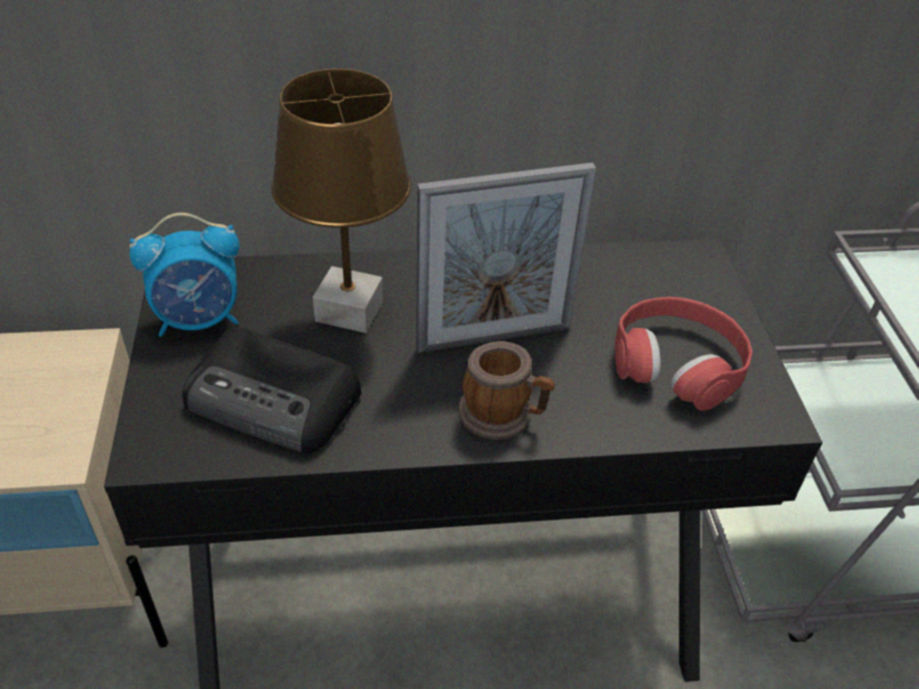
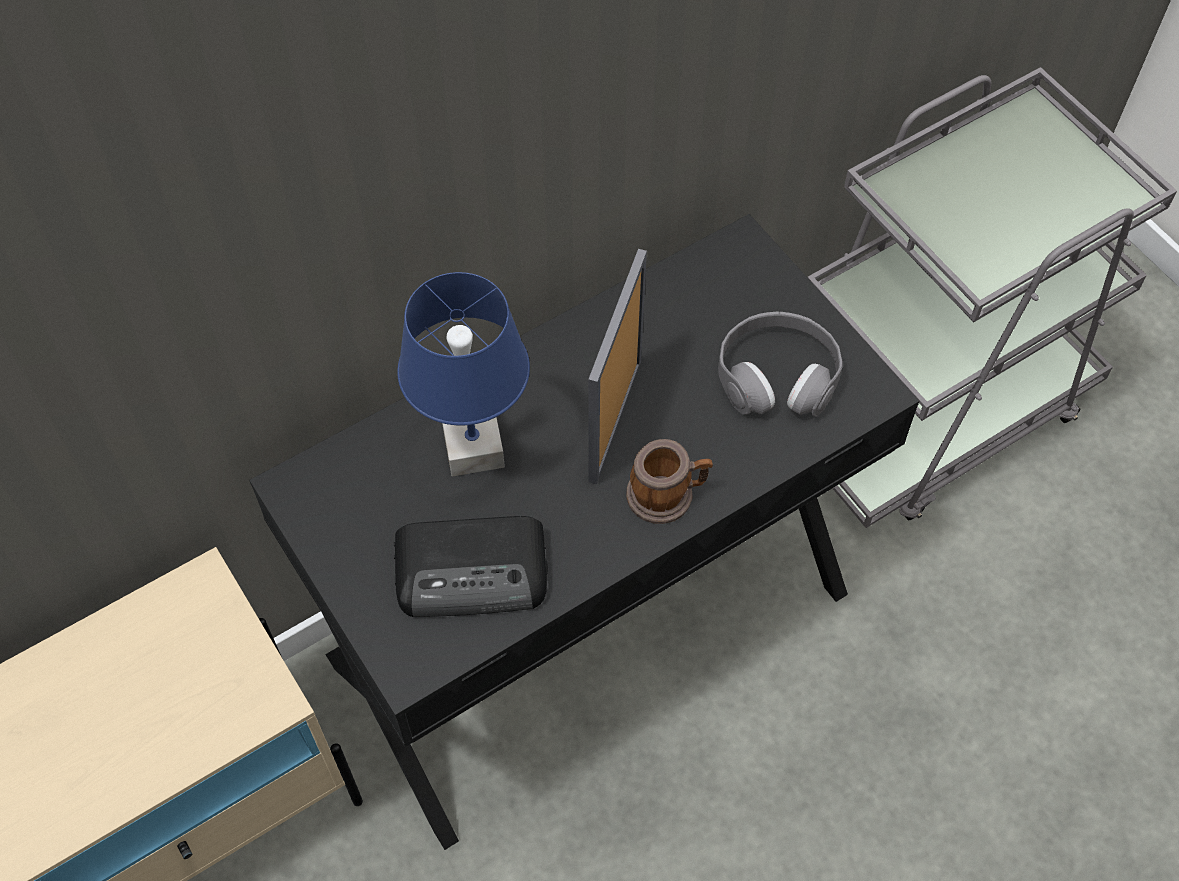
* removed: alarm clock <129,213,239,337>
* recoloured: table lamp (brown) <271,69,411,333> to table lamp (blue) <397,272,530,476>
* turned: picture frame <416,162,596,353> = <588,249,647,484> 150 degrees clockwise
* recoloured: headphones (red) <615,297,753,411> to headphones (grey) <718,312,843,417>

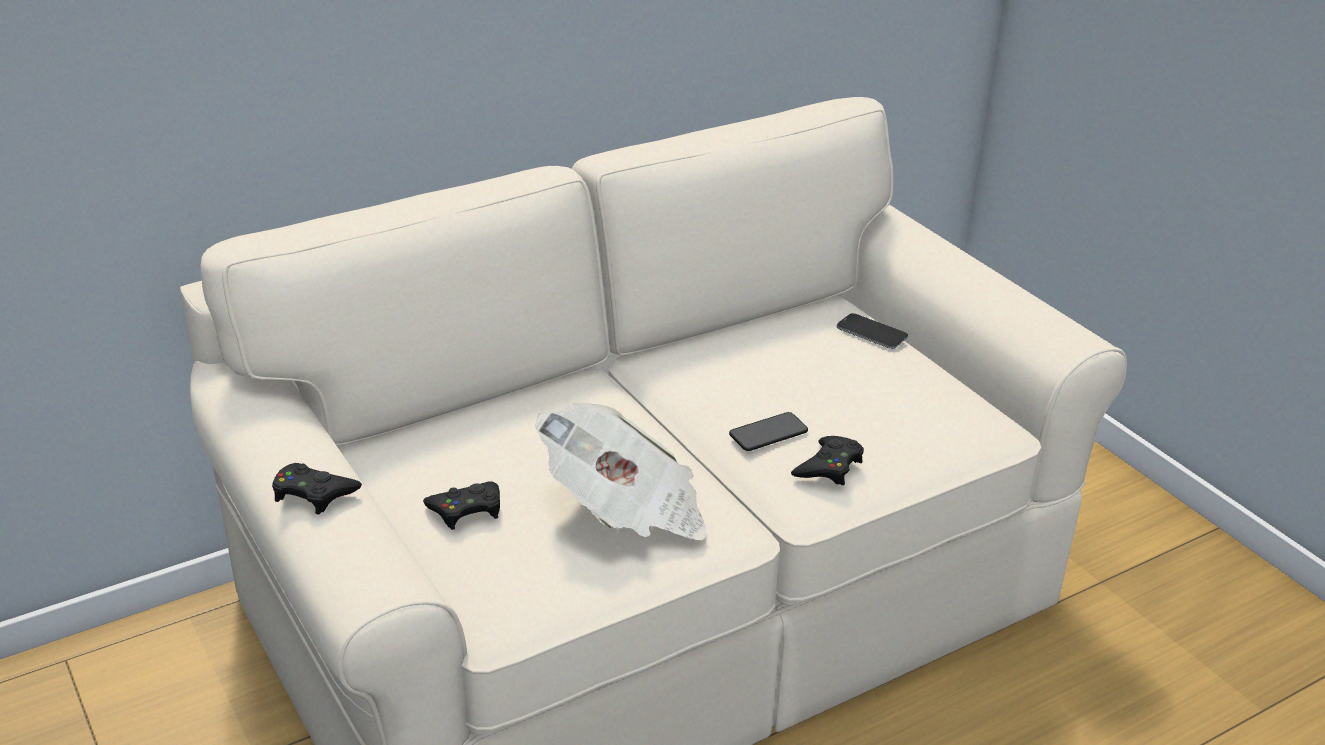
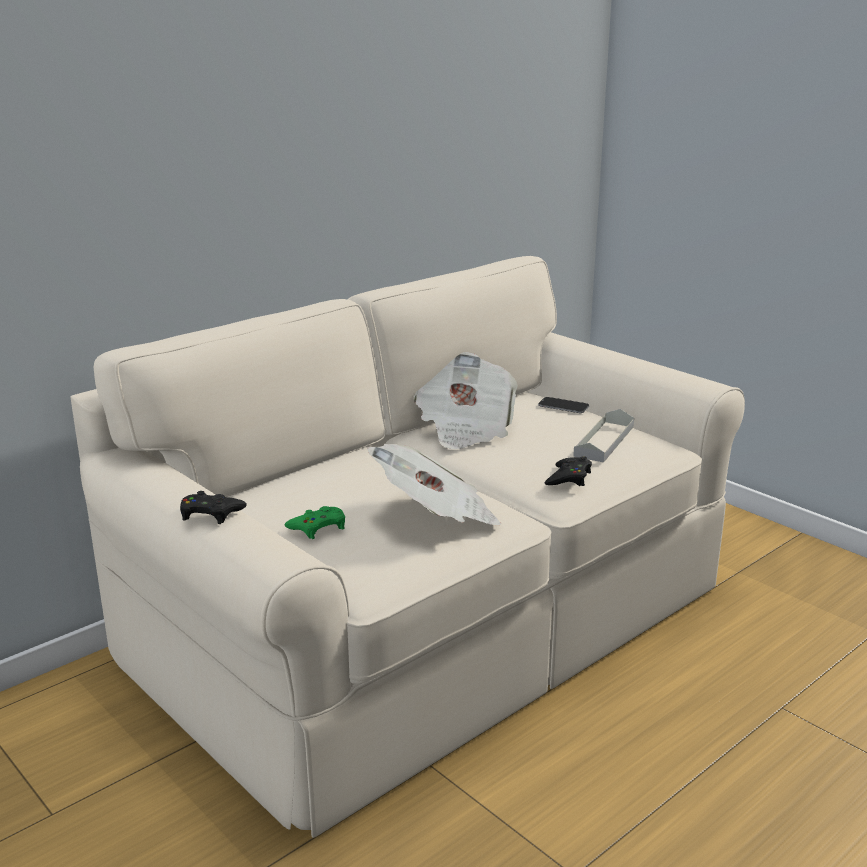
* recoloured: game controller (black) <423,481,500,530> to game controller (green) <284,506,345,539>
* removed: phone <729,412,808,451>
* added: newspaper <414,352,518,449>
* added: tray (grey) <573,409,634,462>

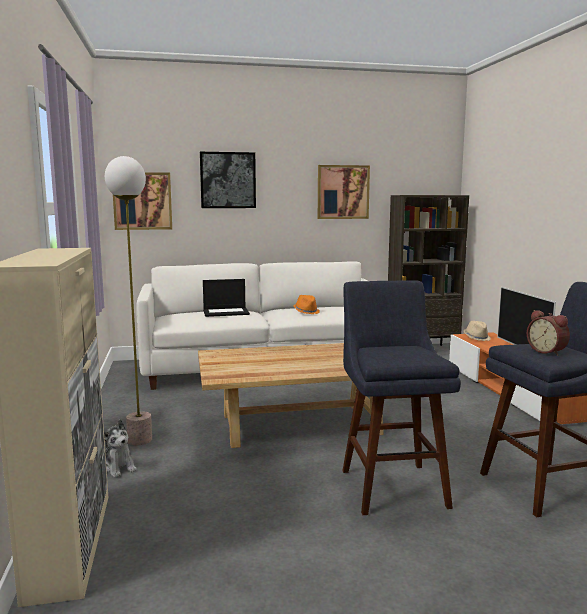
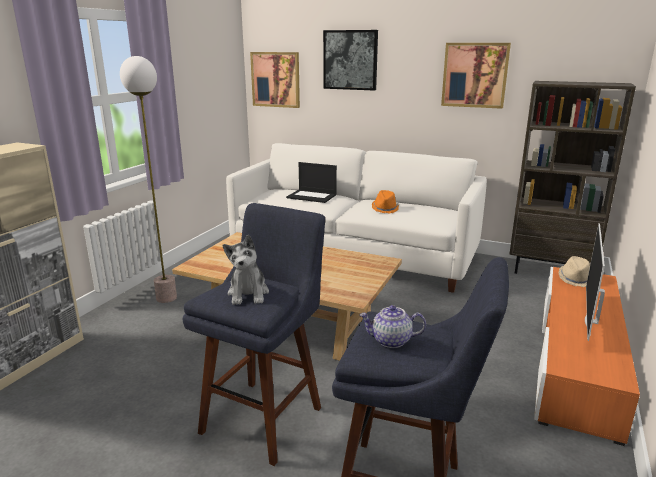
* moved: plush toy <104,419,137,478> to <223,235,269,305>
* replaced: alarm clock <527,310,570,356> to teapot <359,305,426,348>

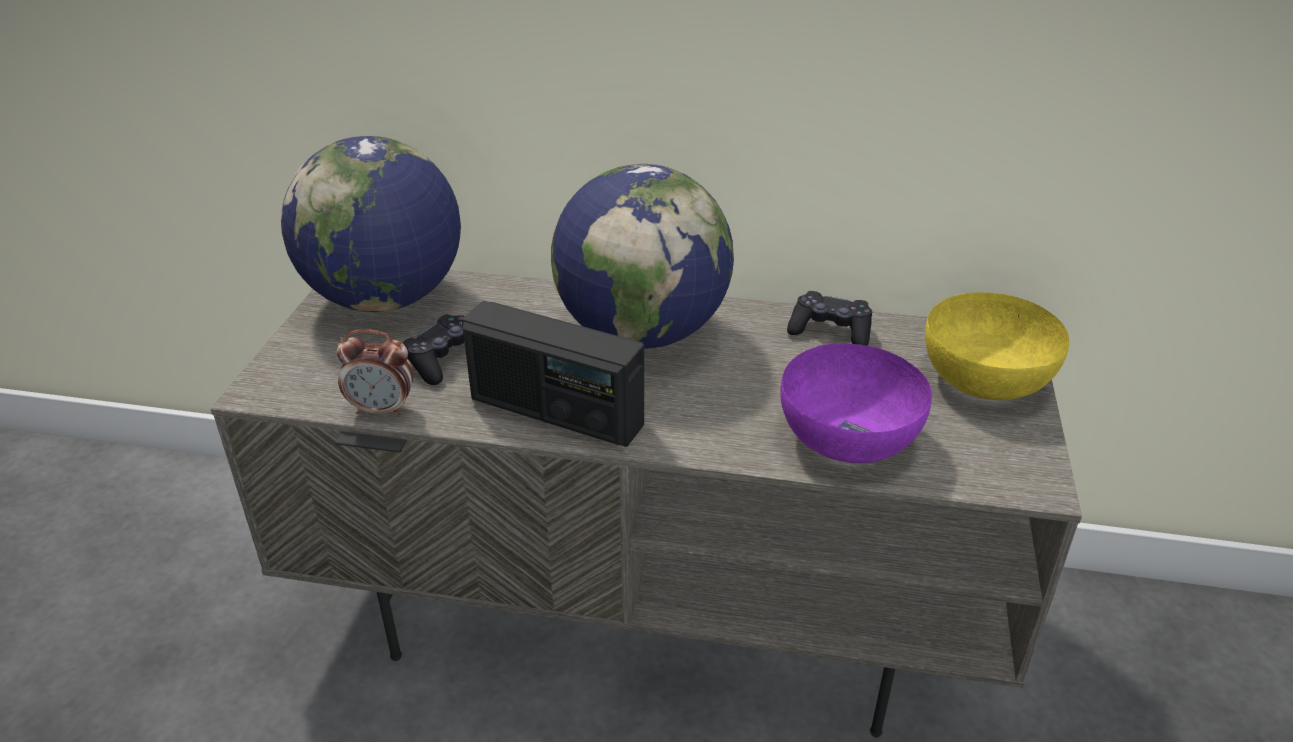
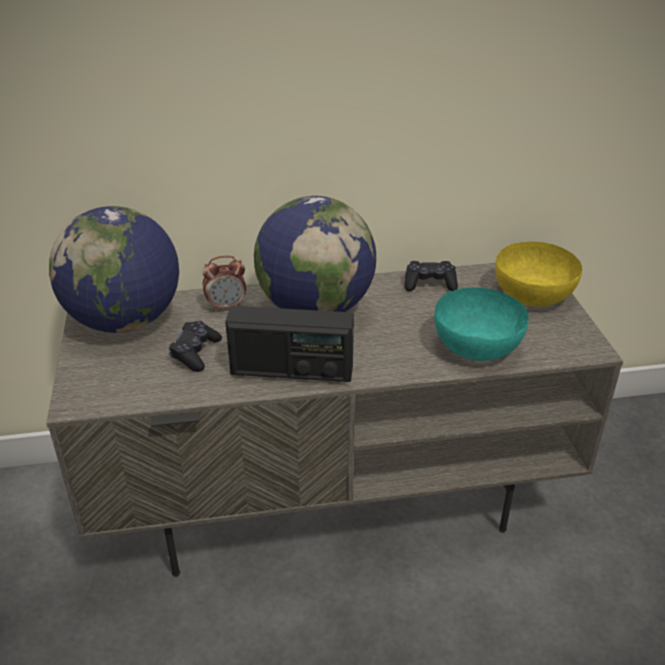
* moved: alarm clock <337,329,413,417> to <202,256,246,312>
* recoloured: bowl (purple) <780,343,932,463> to bowl (turquoise) <434,288,529,361>

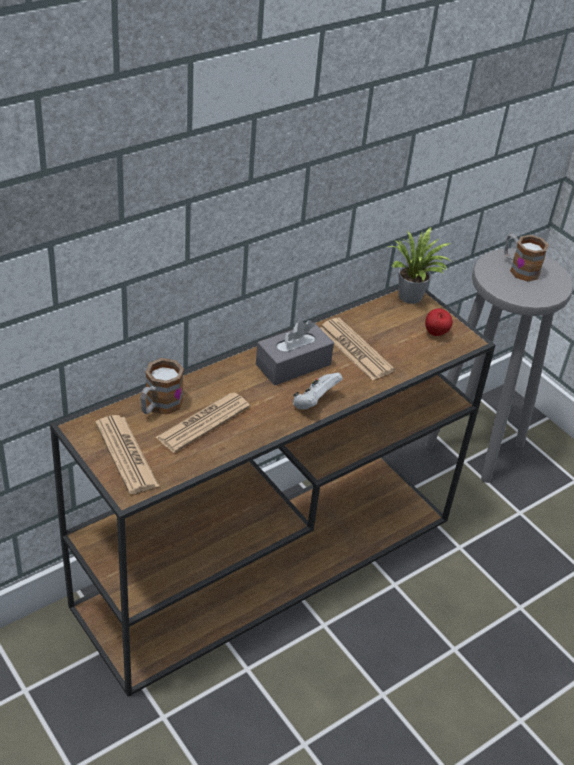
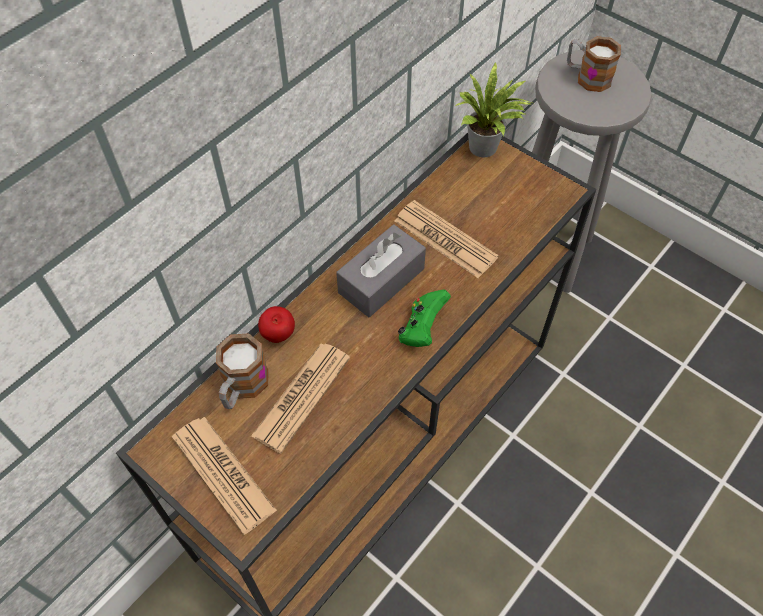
* recoloured: game controller (white) <293,373,343,410> to game controller (green) <398,290,451,347>
* moved: apple <425,308,453,336> to <258,306,295,343>

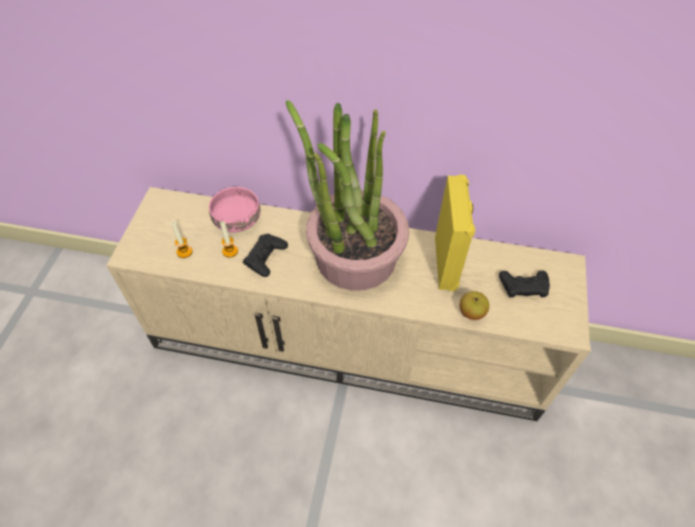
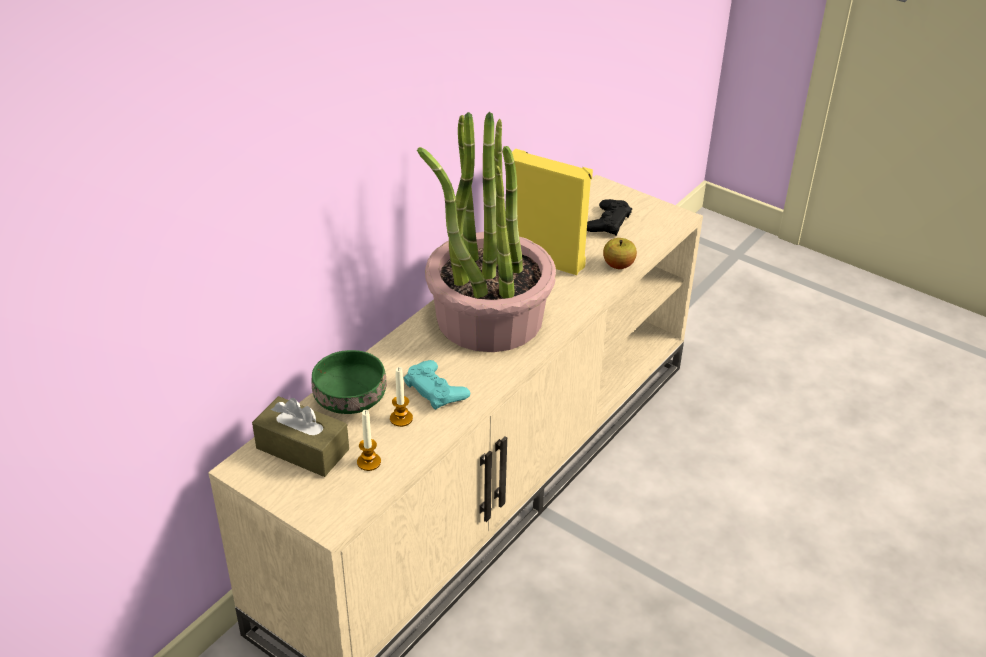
* recoloured: bowl (pink) <209,187,261,233> to bowl (green) <312,350,387,414>
* recoloured: game controller (black) <243,234,288,277> to game controller (turquoise) <404,360,470,410>
* added: tissue box (brown) <252,396,349,477>

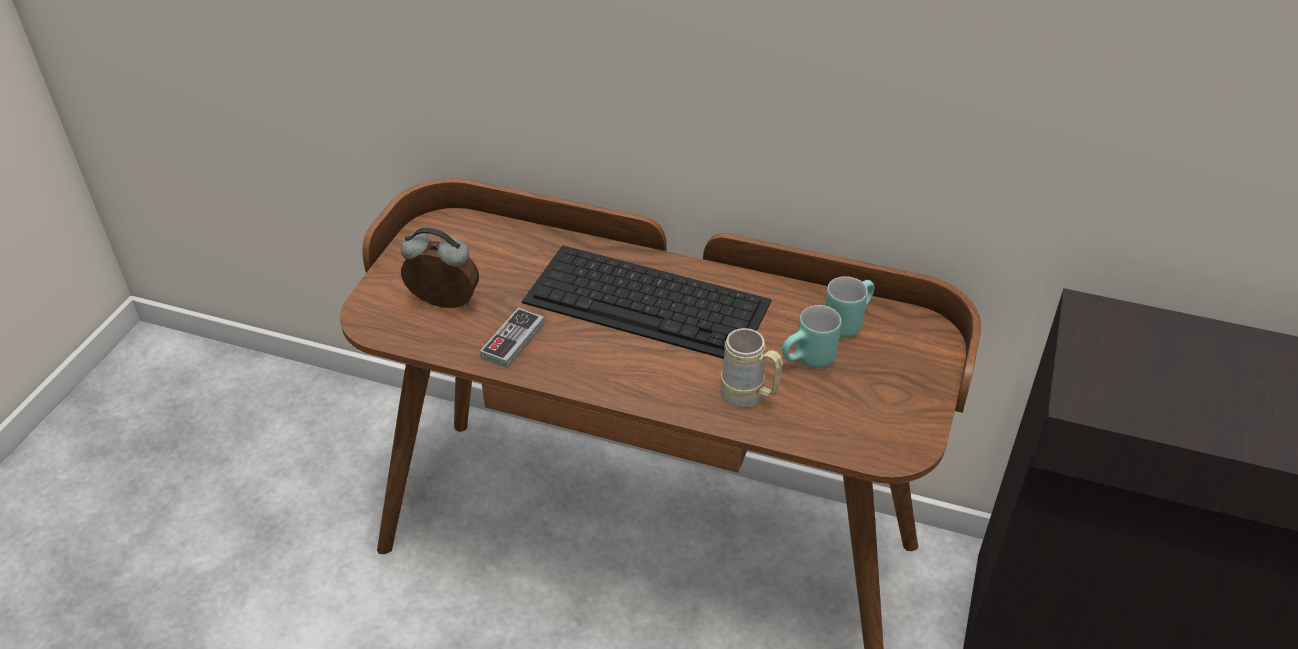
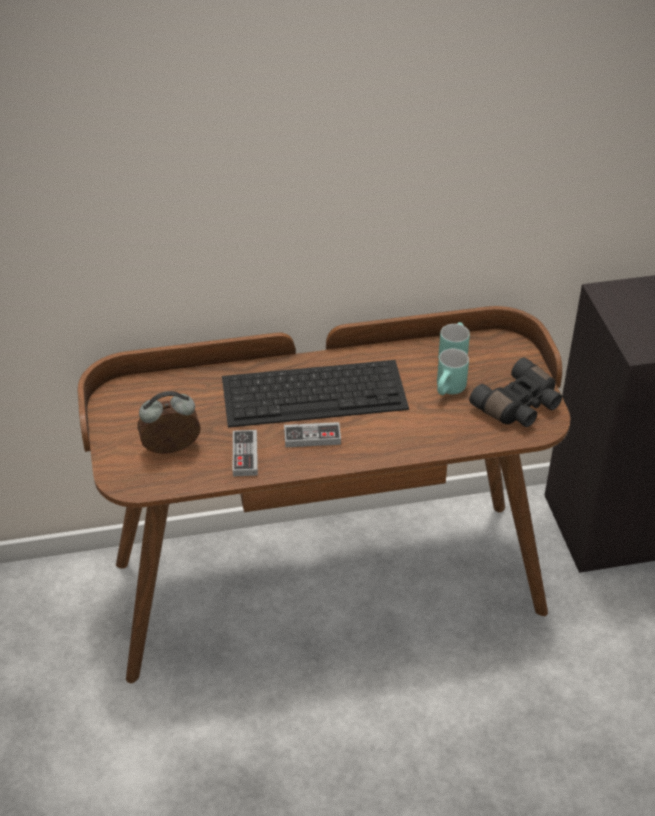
* removed: mug (beige) <720,328,783,407>
* added: game controller <284,422,341,447>
* added: binoculars (black) <469,357,562,427>

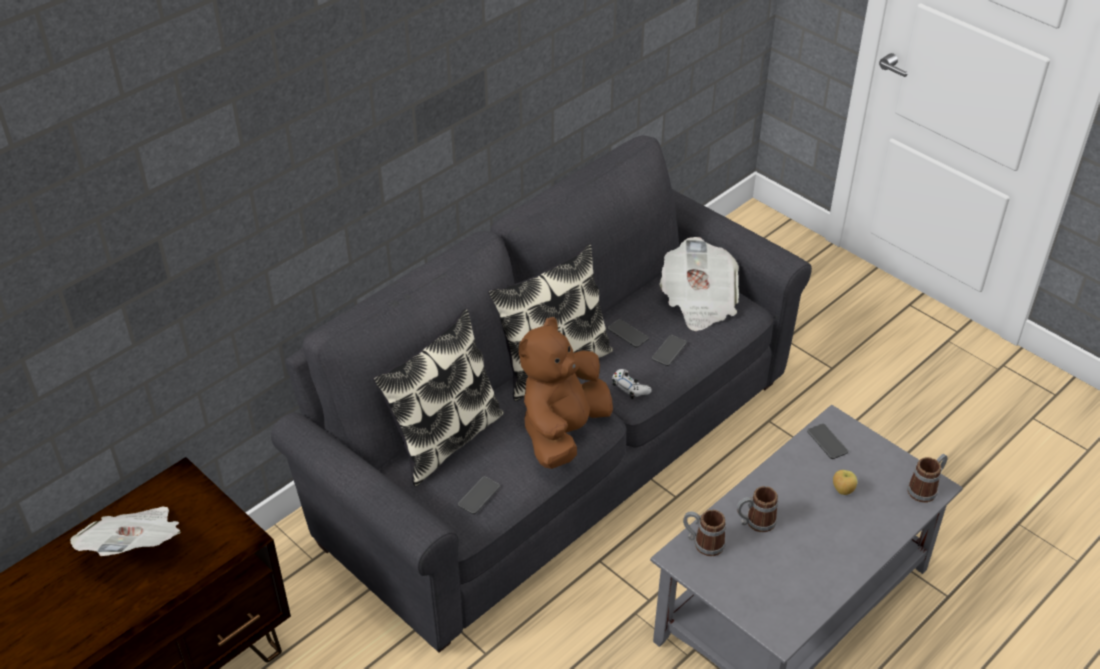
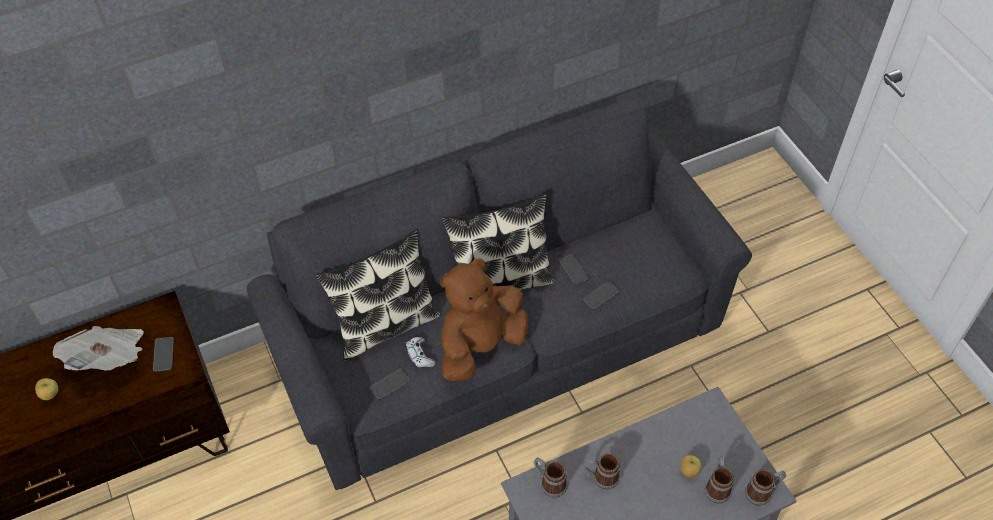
* moved: game controller (white) <612,369,652,399> to <405,337,436,368>
* removed: newspaper <660,237,739,331>
* moved: phone <807,424,848,459> to <153,337,174,372>
* added: apple <35,378,58,400>
* added: mug <705,456,734,504>

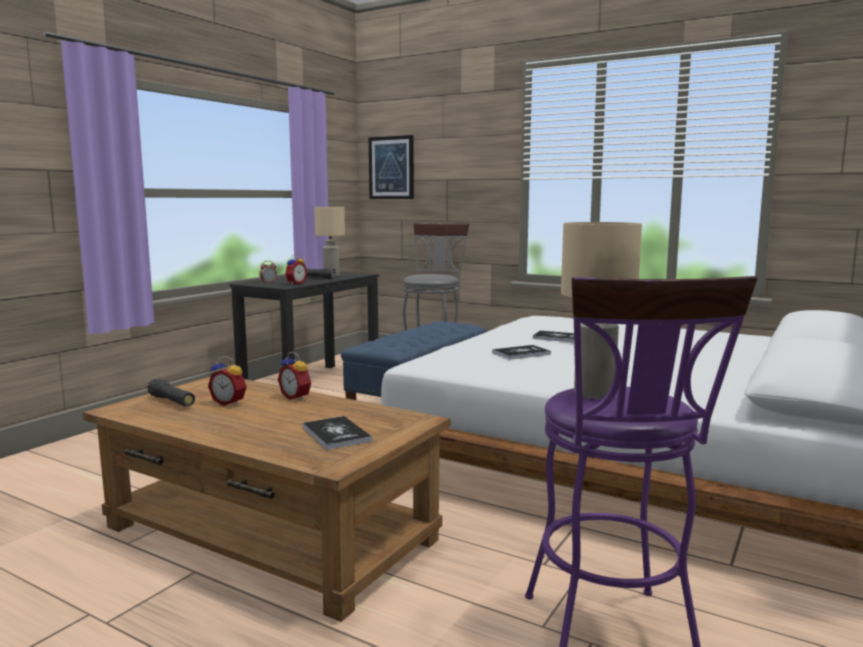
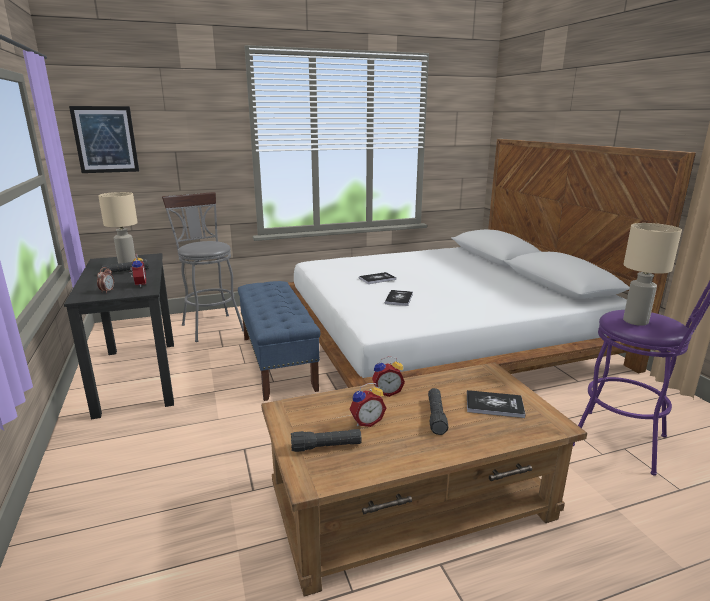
* added: flashlight (black) <428,388,449,435>

